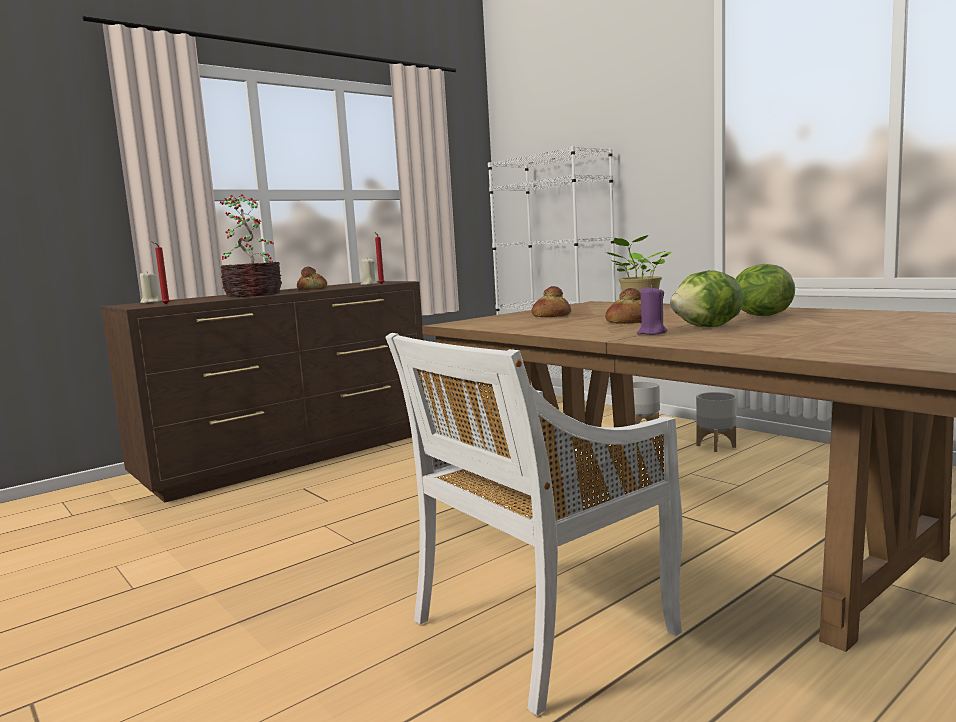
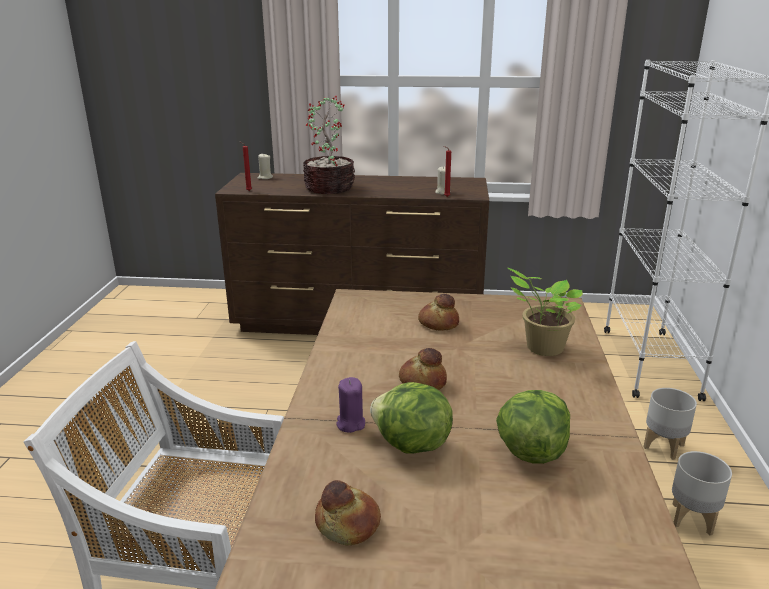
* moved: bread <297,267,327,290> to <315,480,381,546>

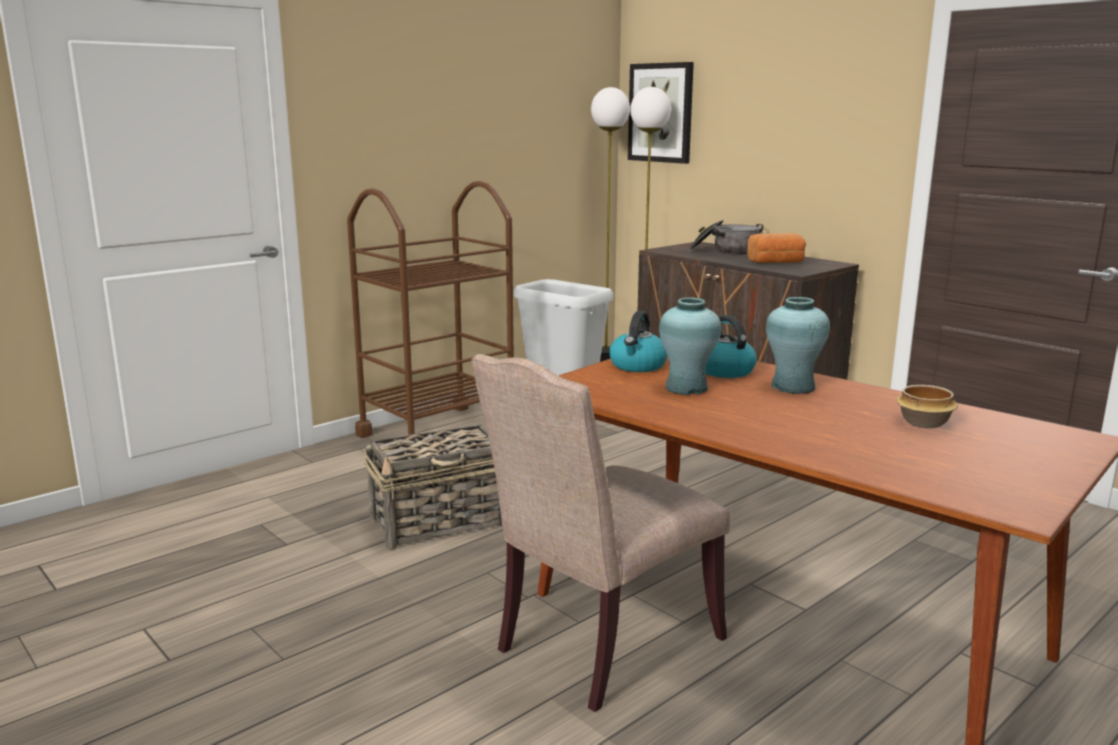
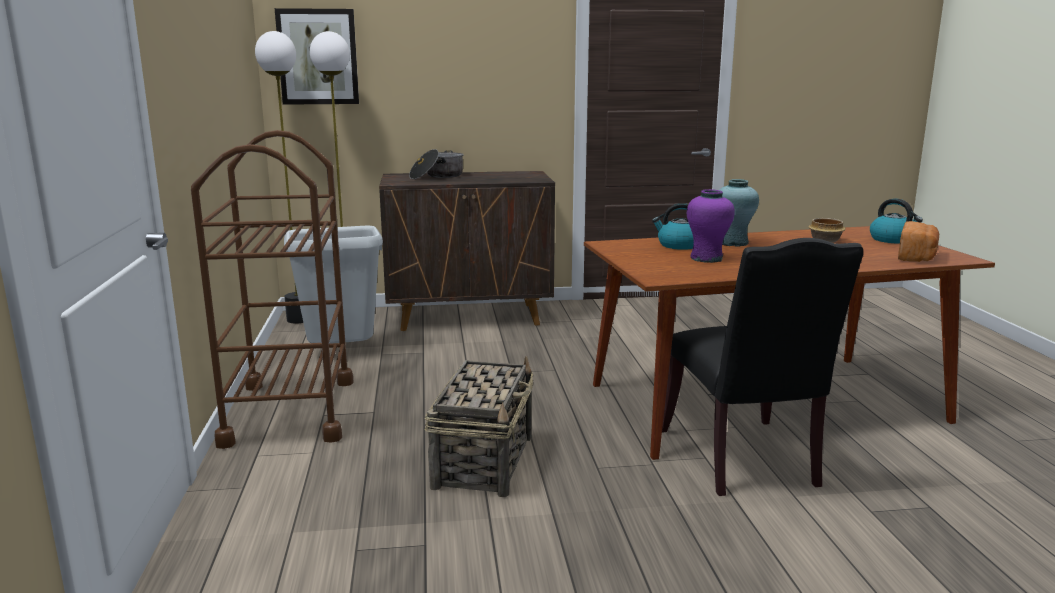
* recoloured: chair (beige) <471,354,730,712> to chair (black) <662,238,863,496>
* moved: kettle <609,311,668,372> to <870,199,923,244>
* recoloured: vase (turquoise) <659,297,722,395> to vase (purple) <687,189,735,263>
* moved: bread <747,233,806,263> to <898,221,939,262>

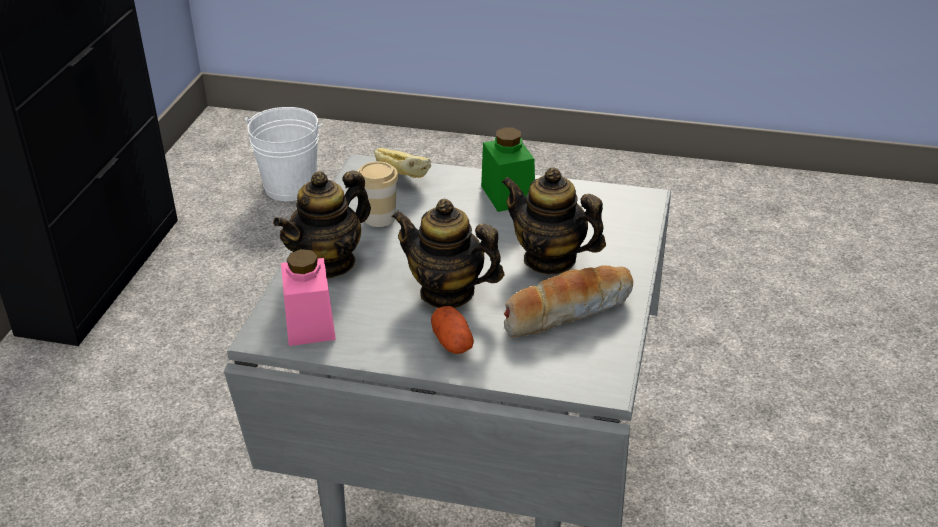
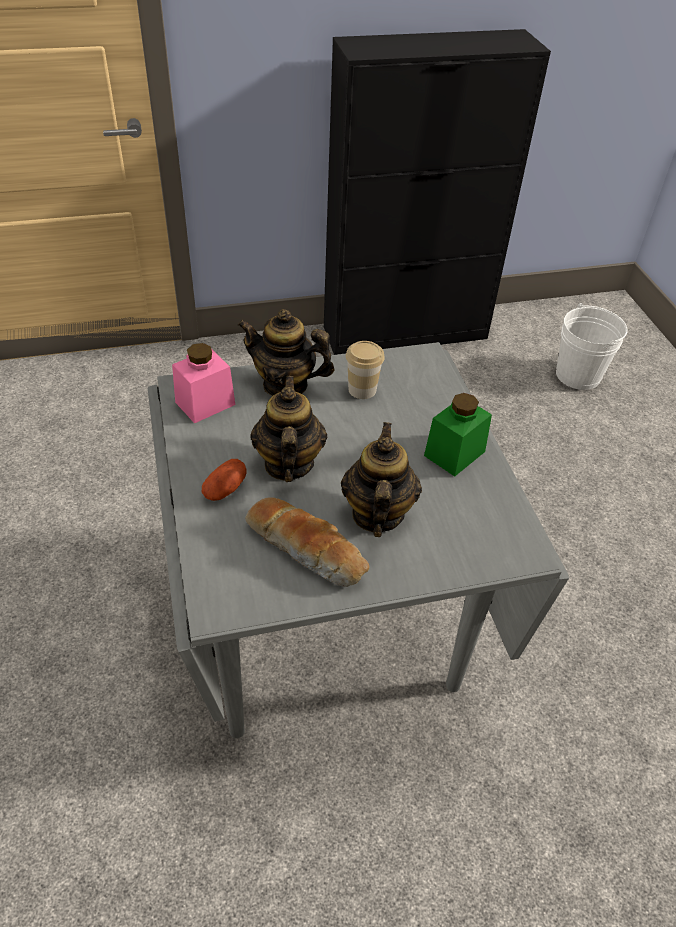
* removed: bread <374,148,431,178>

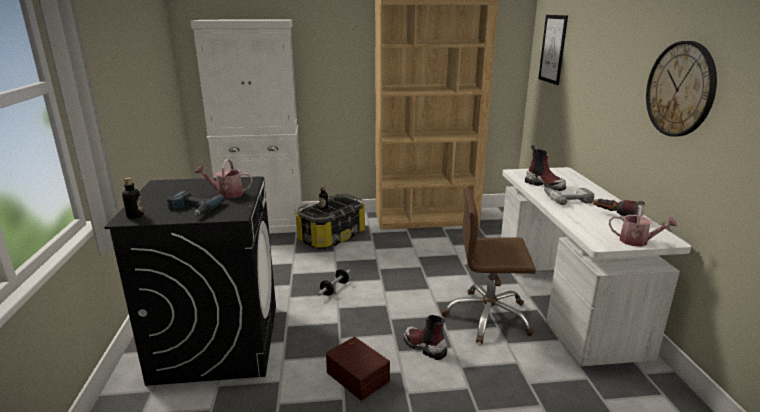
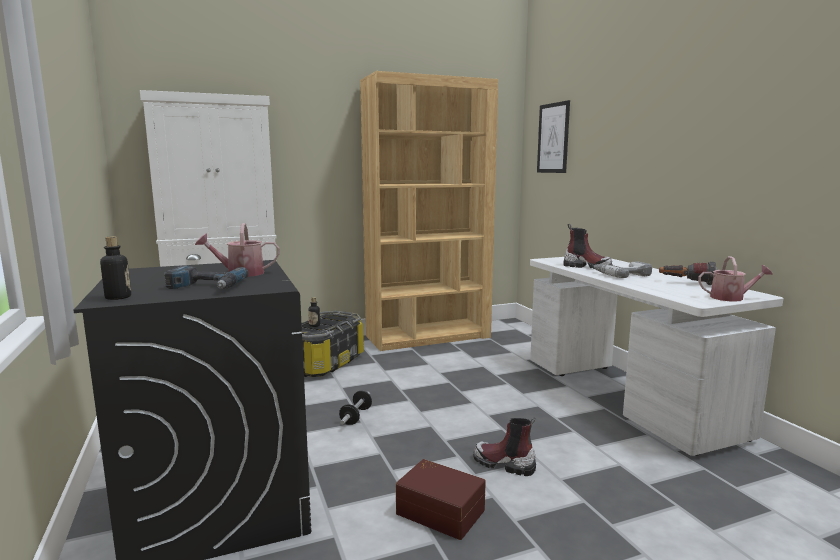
* removed: office chair (brown) <442,187,536,344>
* removed: wall clock <646,41,717,137>

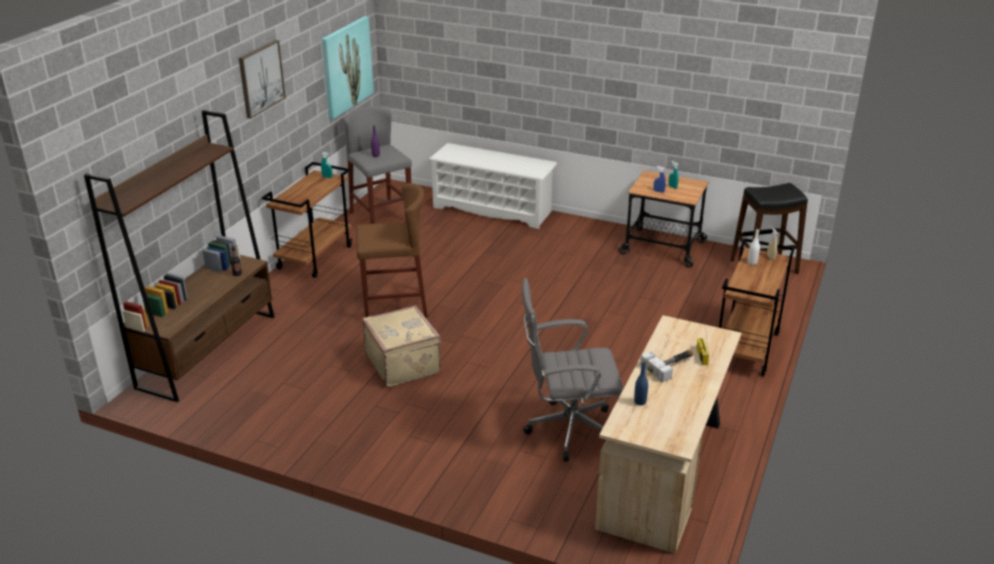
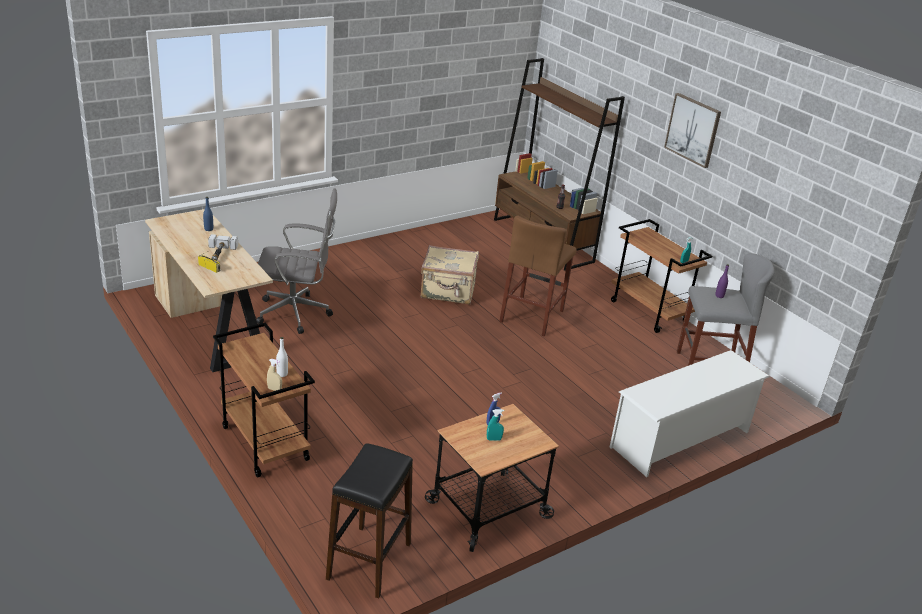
* removed: picture <322,16,374,119>
* turned: office chair (grey) <522,278,623,462> = <256,188,337,334> 60 degrees clockwise

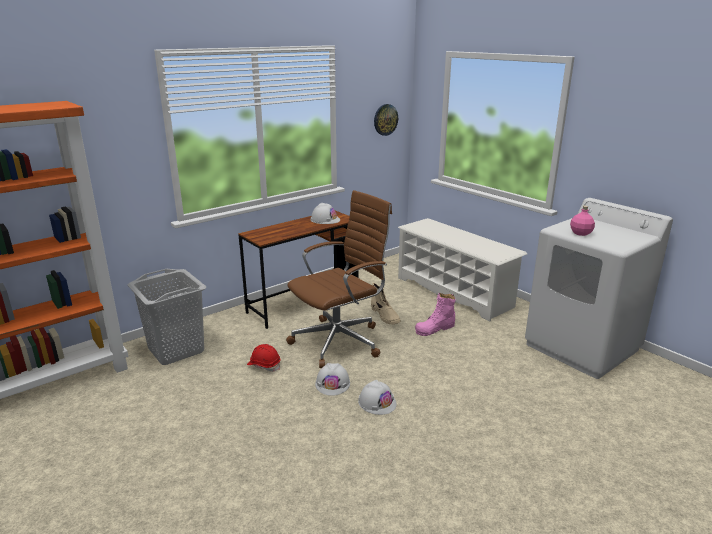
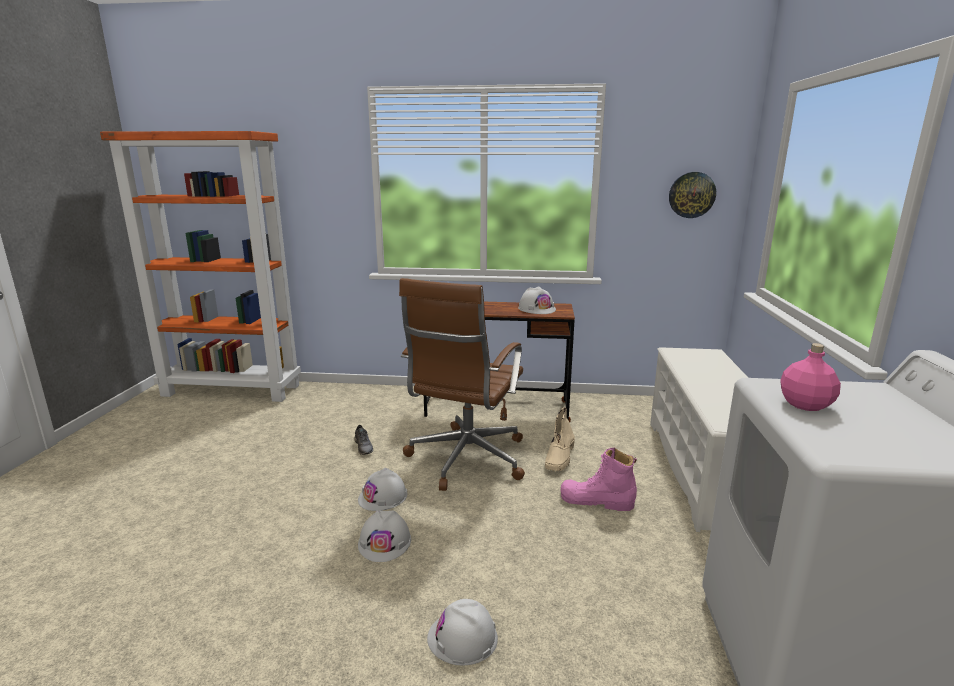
* removed: laundry basket (grey) <127,269,206,365>
* replaced: hard hat (red) <247,344,281,372> to shoe (grey) <354,425,373,455>
* turned: office chair (brown) <286,190,392,368> = <399,278,525,491> 105 degrees clockwise
* added: hard hat (white) <427,599,498,665>

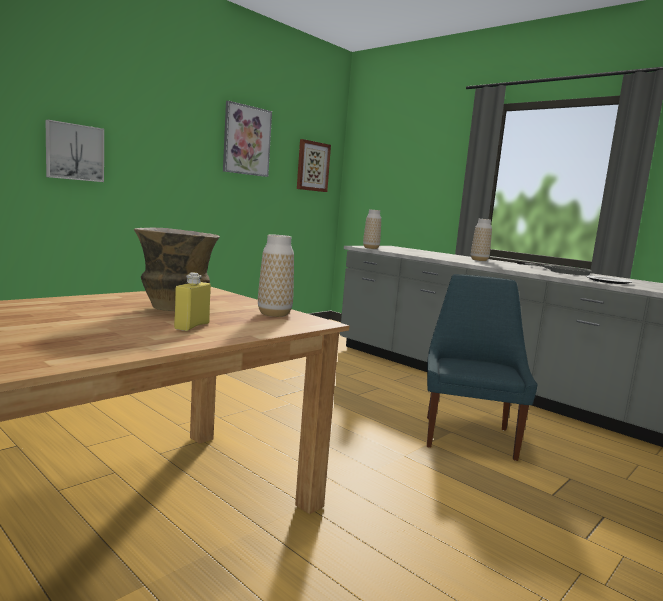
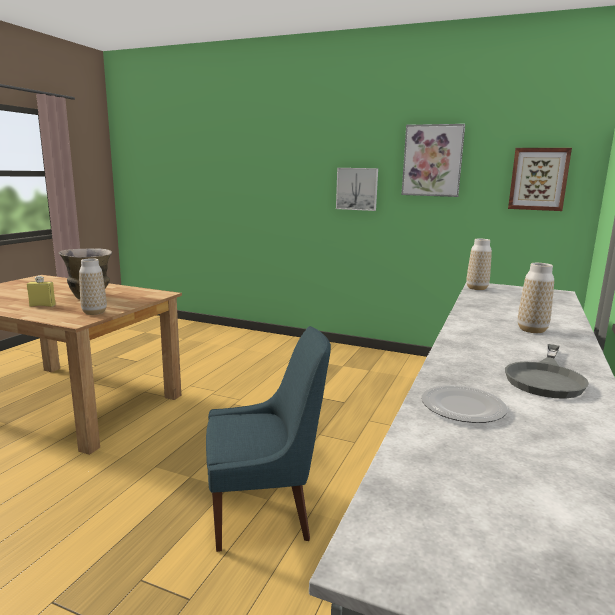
* moved: picture <46,120,104,182> to <336,168,378,211>

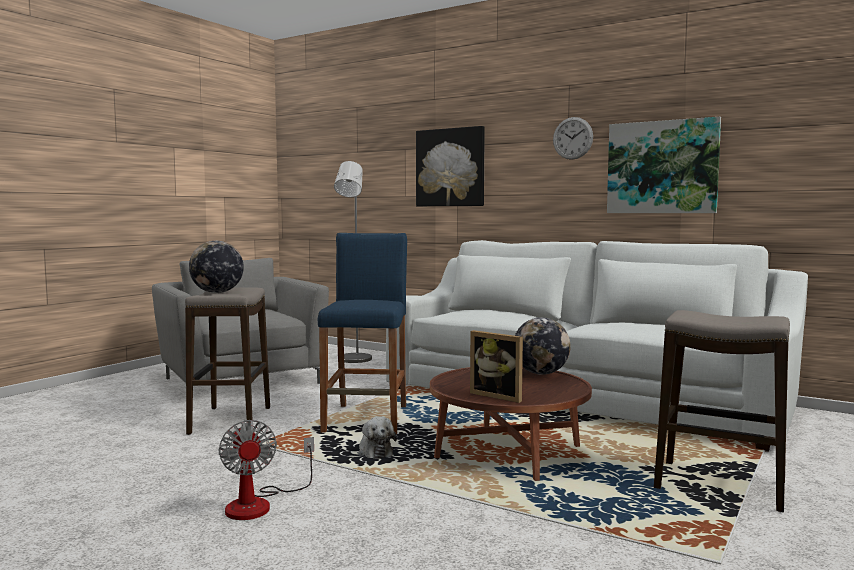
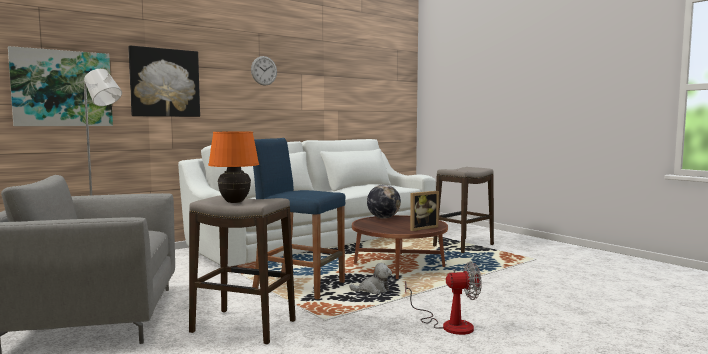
* replaced: globe <189,241,244,293> to table lamp (orange) <208,132,259,203>
* moved: picture <607,117,721,213> to <8,46,113,126>

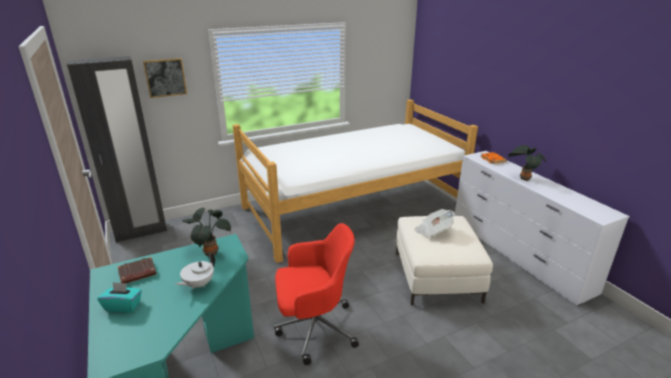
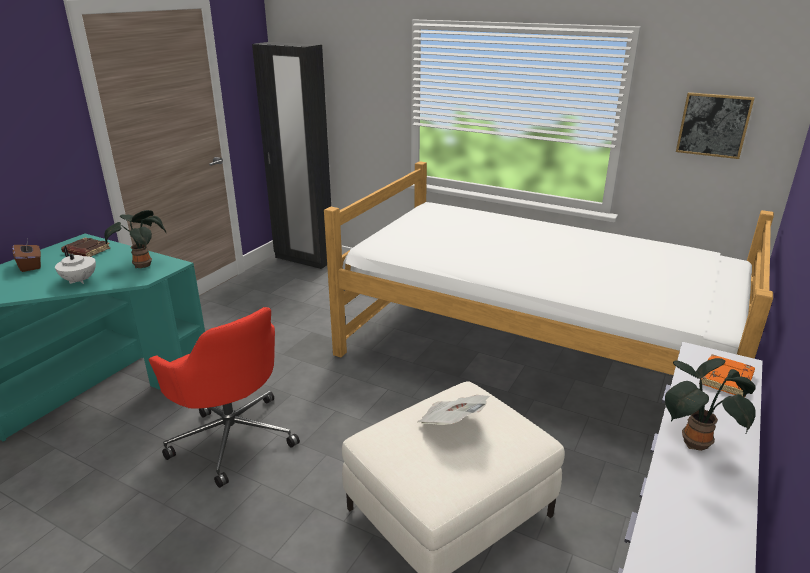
* recoloured: tissue box (turquoise) <97,282,142,313> to tissue box (brown) <12,239,41,272>
* moved: picture <143,58,187,98> to <676,92,755,159>
* turned: teapot (white) <175,253,215,289> = <55,246,96,284> 135 degrees counterclockwise

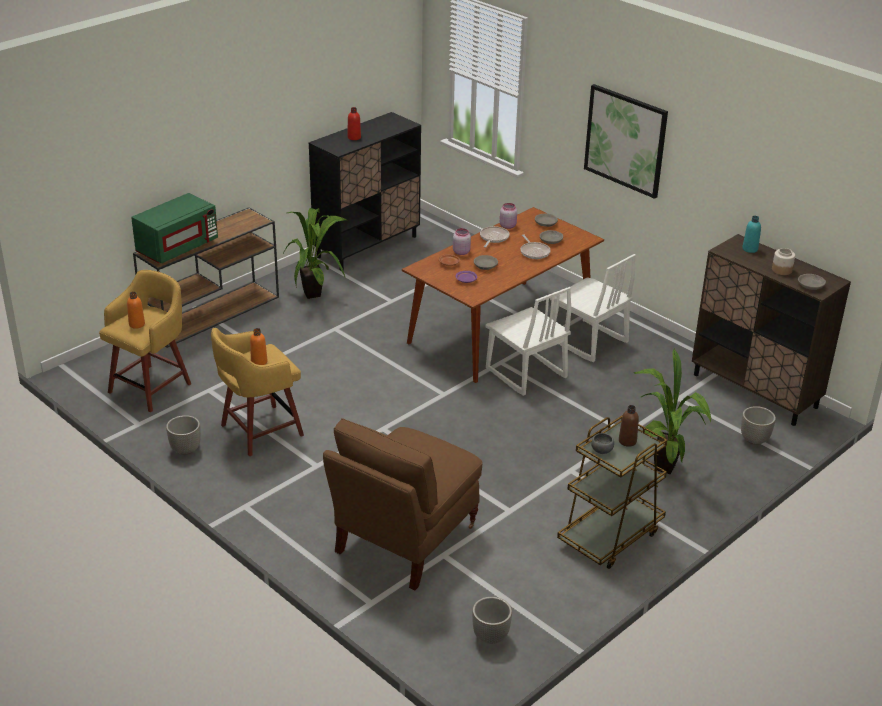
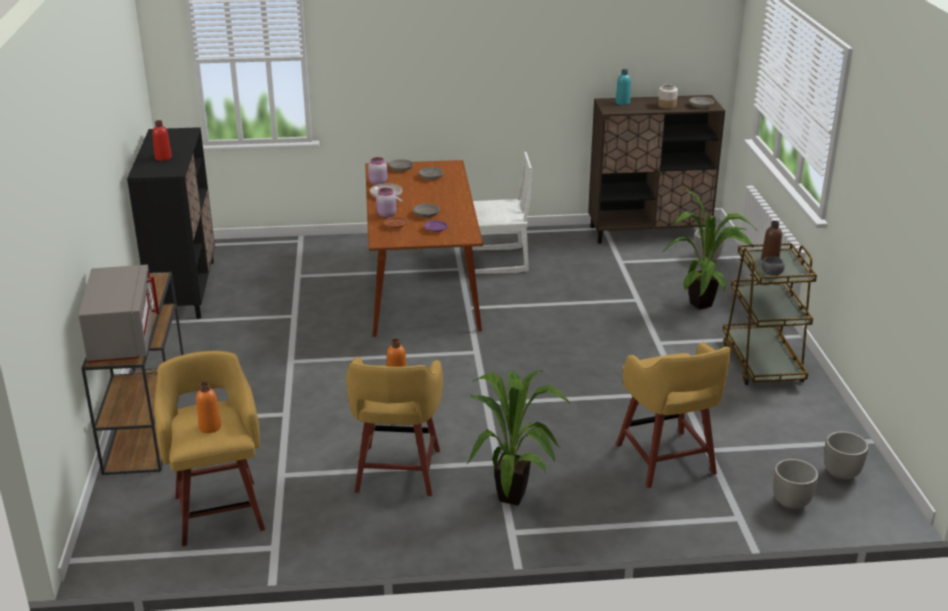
* recoloured: microwave (green) <131,193,218,264> to microwave (grey) <78,265,159,363>
* moved: planter <166,415,201,455> to <773,459,818,510>
* moved: potted plant <283,208,347,299> to <467,371,570,505>
* replaced: chair (brown) <323,418,483,590> to stool (yellow) <616,342,731,488>
* removed: chair (white) <485,287,571,396>
* removed: frying pan <520,234,551,259>
* removed: picture <584,84,668,199>

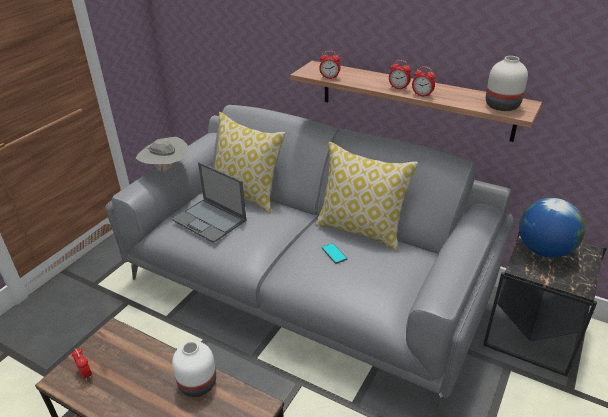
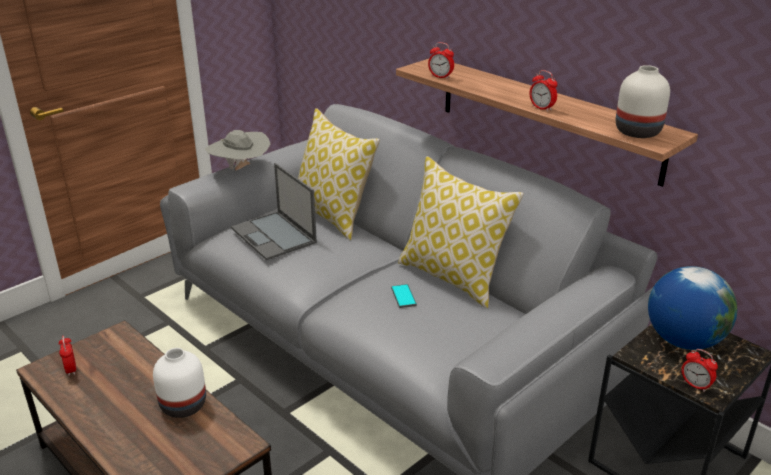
* moved: alarm clock <389,60,411,90> to <681,349,718,392>

